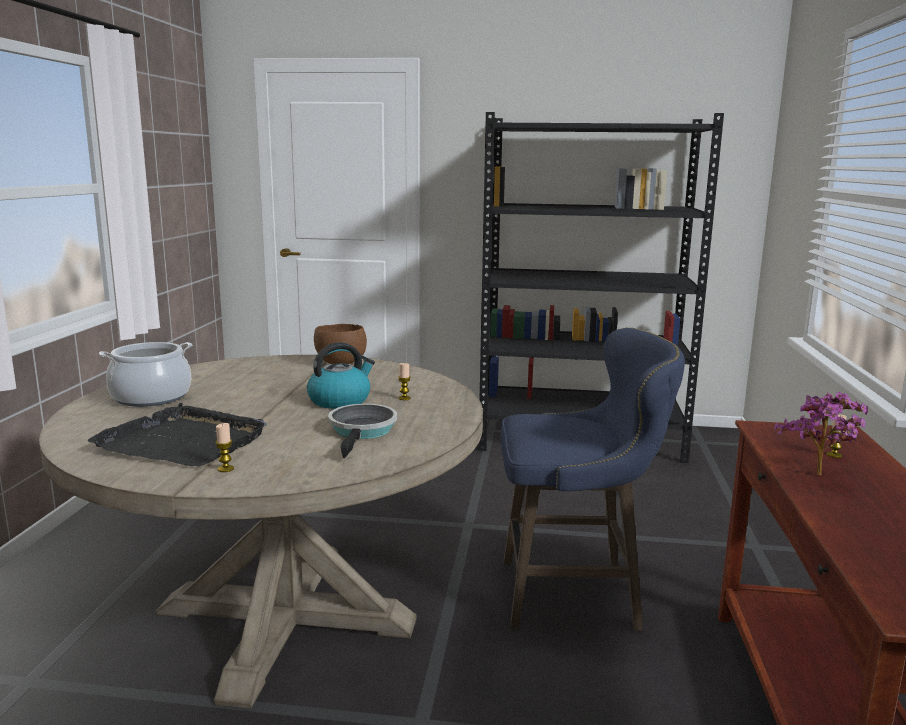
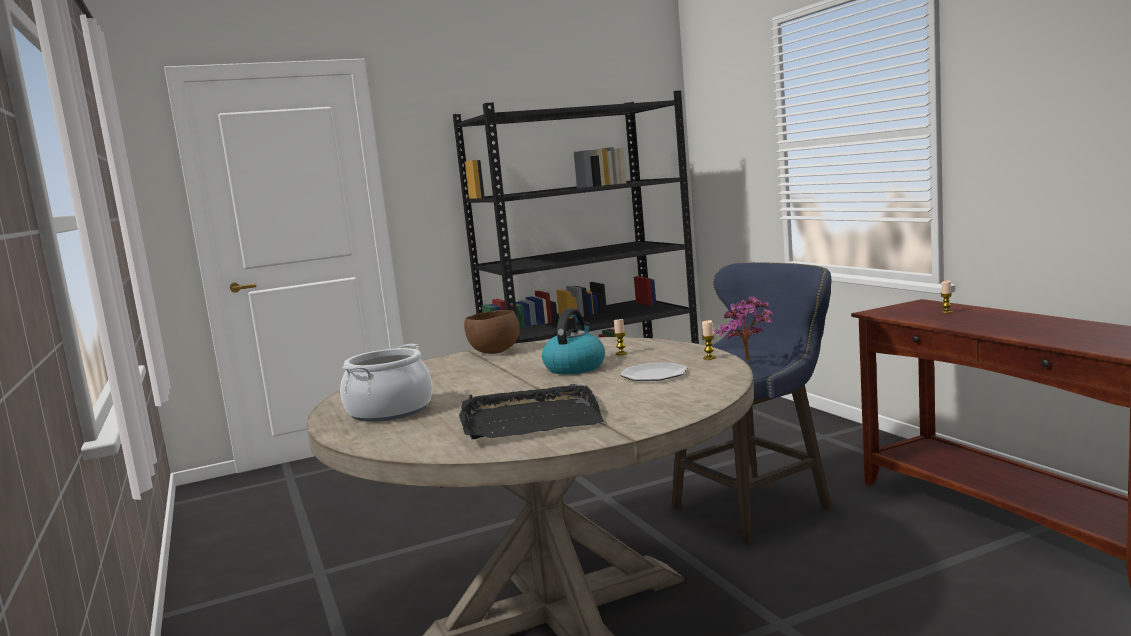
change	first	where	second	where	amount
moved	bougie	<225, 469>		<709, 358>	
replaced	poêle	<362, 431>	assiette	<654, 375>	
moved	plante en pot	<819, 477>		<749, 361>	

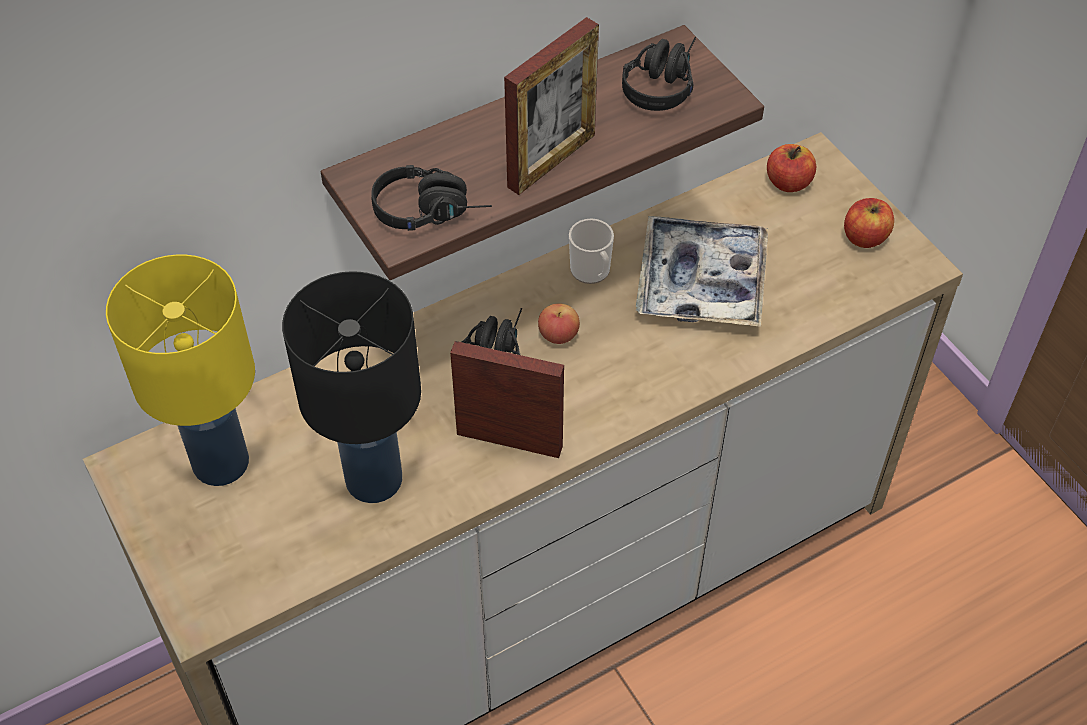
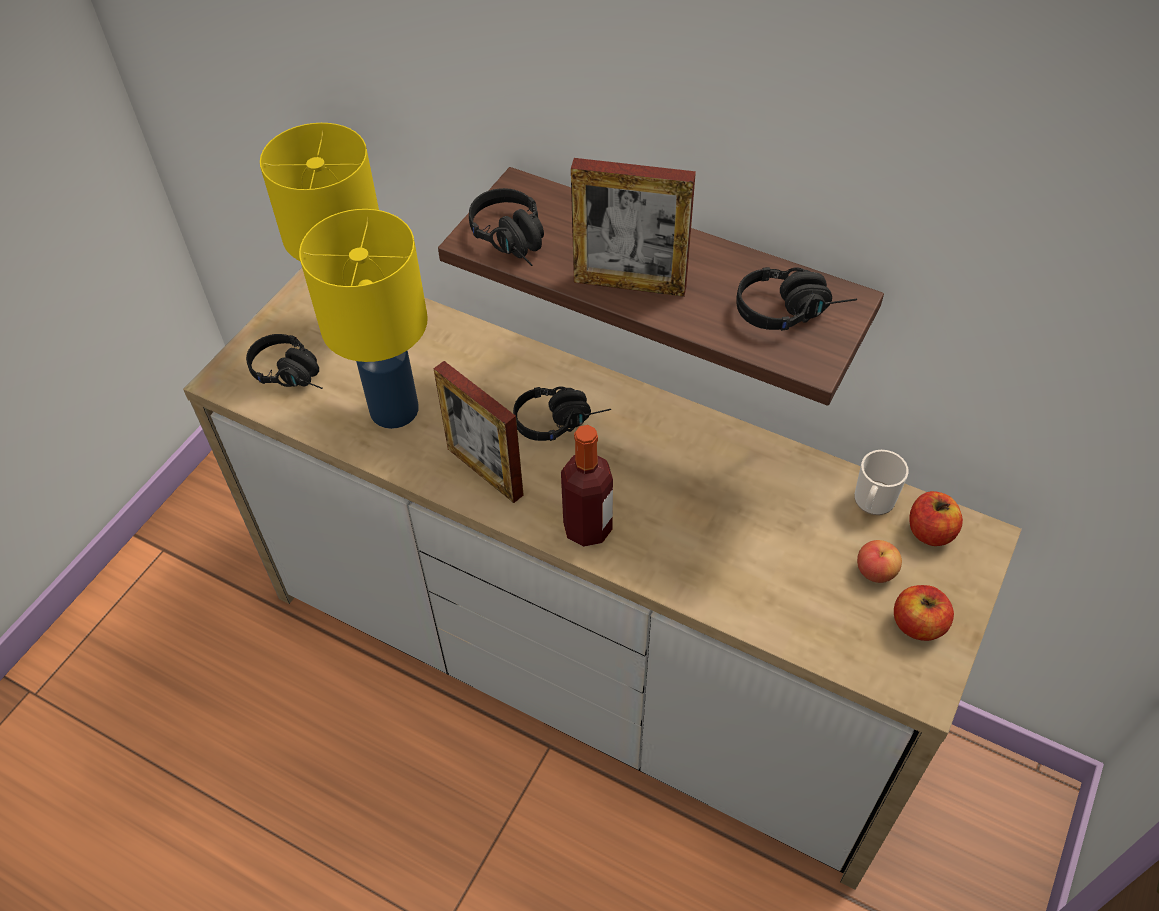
change	first	where	second	where	amount
recoloured	lampe de table/noir	<374, 481>	lampe de table/jaune	<393, 411>	
turned	cadre photo	<509, 440>		<485, 471>	150 degrees clockwise
moved	pomme	<558, 335>		<875, 571>	
moved	mug	<592, 272>		<872, 502>	
removed	plateau	<701, 281>			
added			casque audio/noir	<294, 375>	
added			bouteille	<587, 528>	

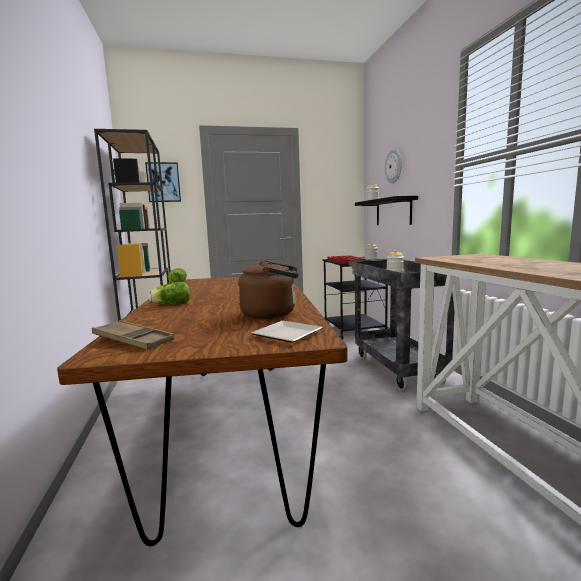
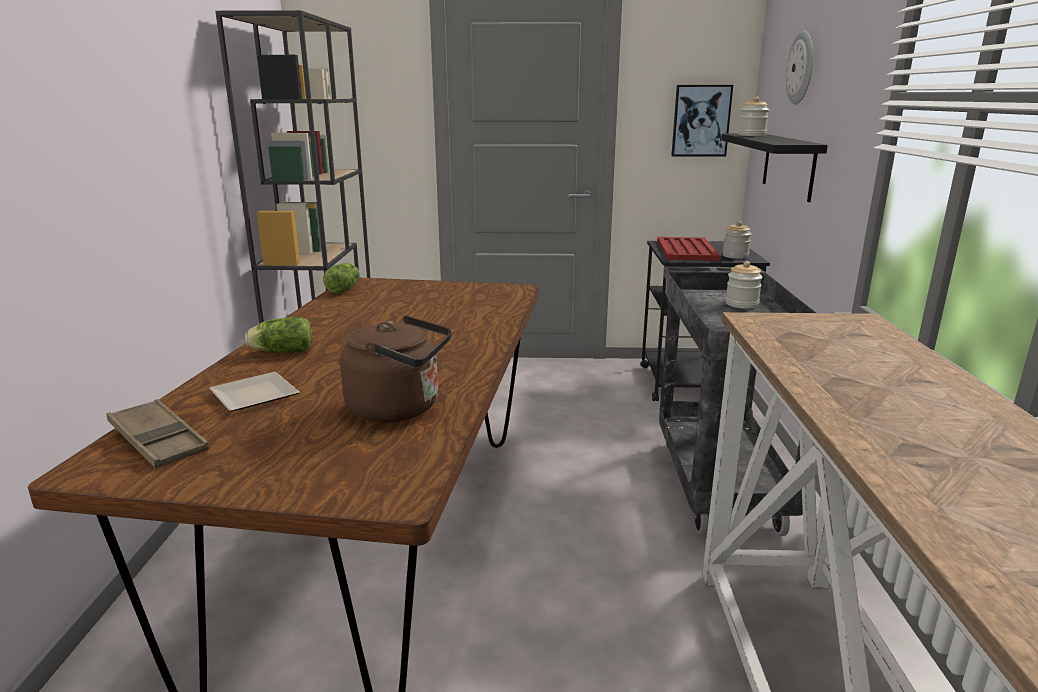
change	first	where	second	where	amount
moved	tableau	<163, 182>		<701, 121>	
moved	assiette	<284, 335>		<251, 395>	

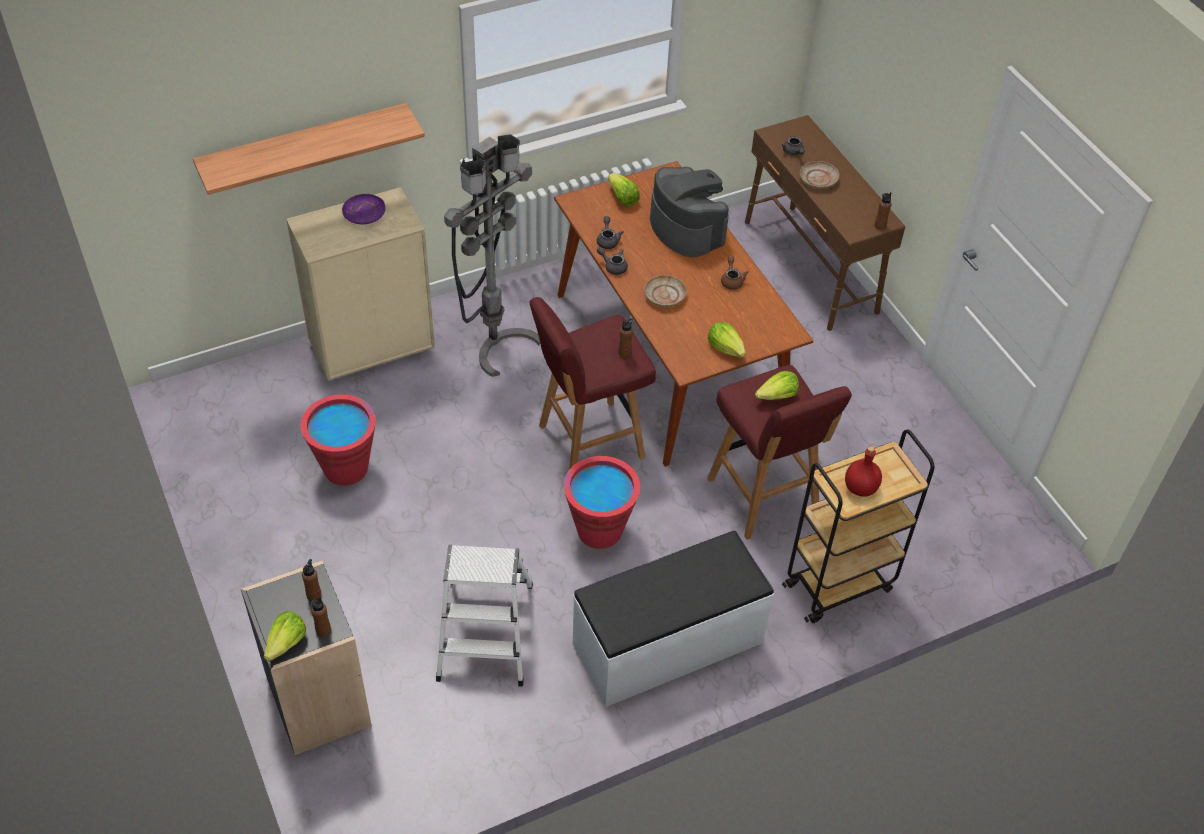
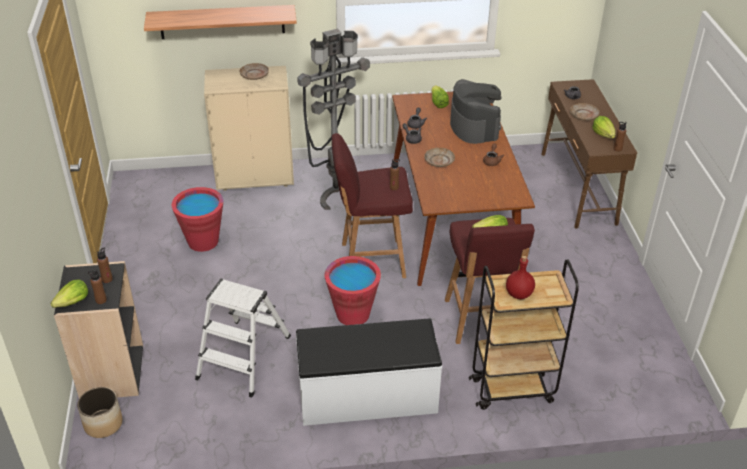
change	first	where	second	where	amount
recoloured	assiette/violet	<364, 214>	assiette/beige	<254, 75>	
moved	laitue	<726, 348>		<603, 134>	
added			cache-pot	<103, 424>	

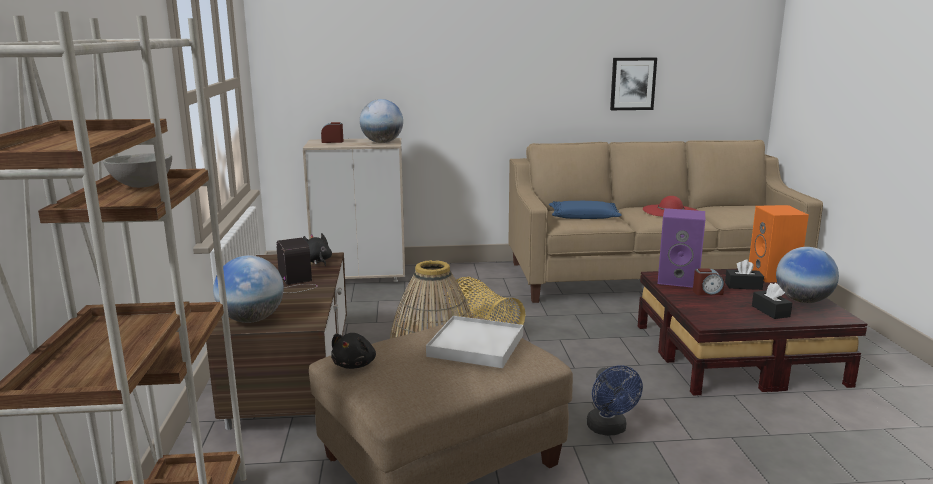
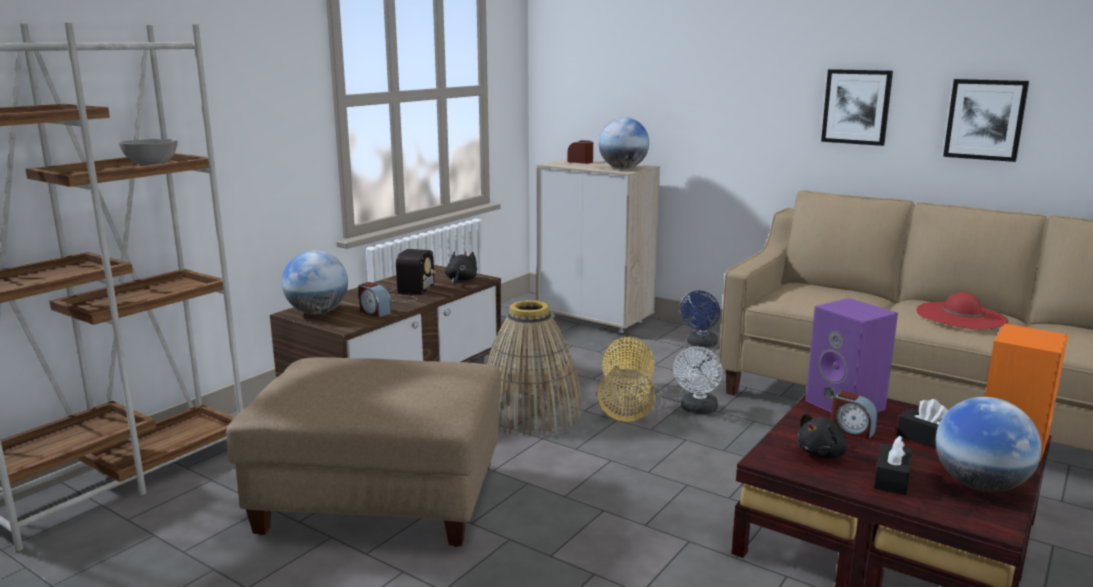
change	first	where	second	where	amount
moved	peluche/noir	<355, 364>		<822, 454>	
removed	plateau/blanc	<476, 345>			
removed	coussin/bleu	<584, 215>			
moved	ventilateur/bleu	<609, 429>		<700, 344>	
added			réveil	<374, 312>	
added			ventilateur/blanc	<697, 410>	
added			tableau	<856, 107>	

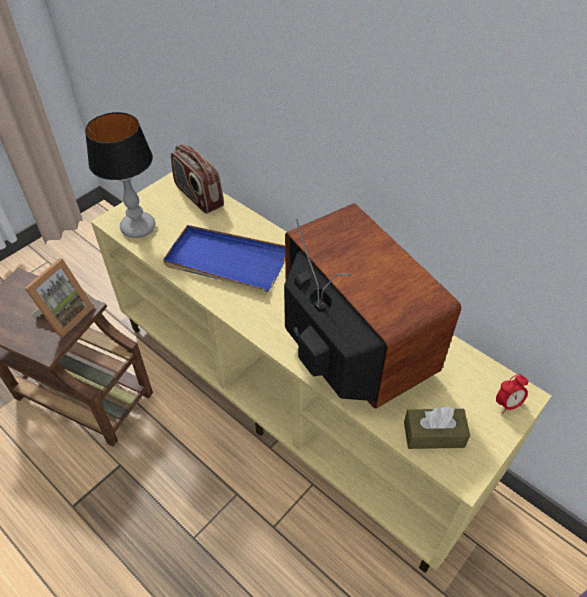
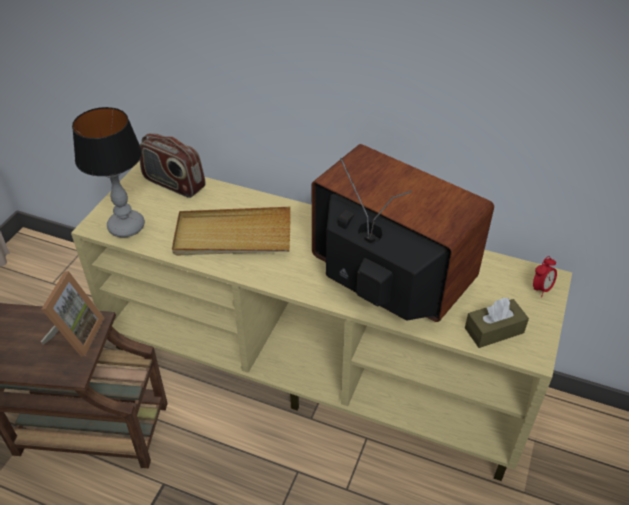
change	first	where	second	where	amount
recoloured	plateau/bleu	<226, 261>	plateau/beige	<233, 236>	

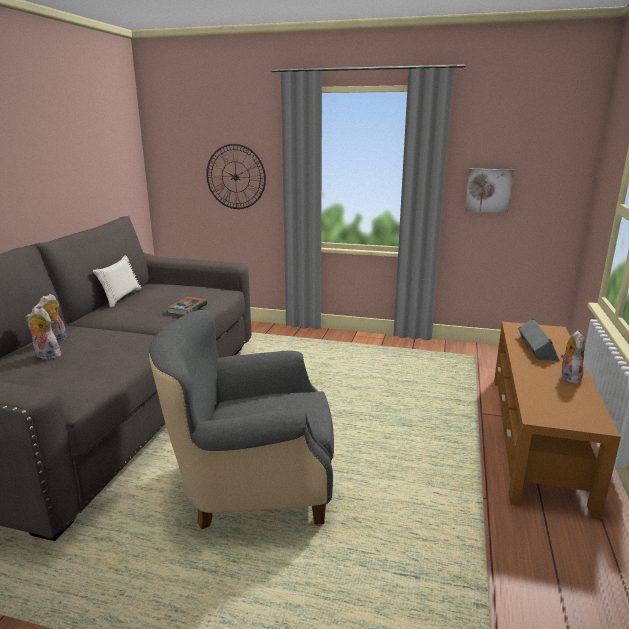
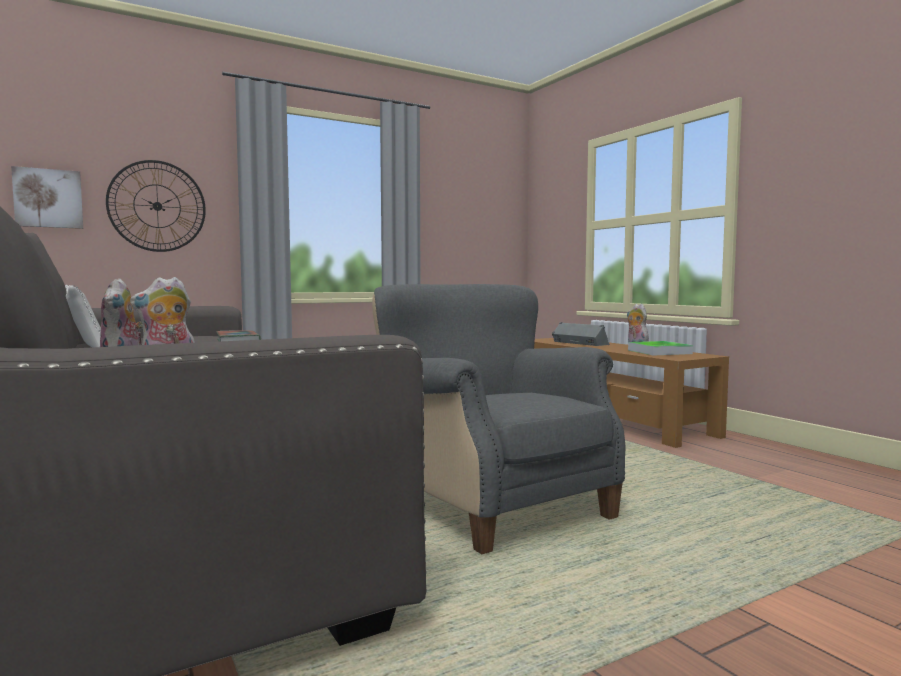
change	first	where	second	where	amount
turned	fauteuil/gris	<252, 485>		<493, 504>	105 degrees clockwise
moved	tableau	<488, 190>		<48, 198>	
added			plateau	<659, 352>	

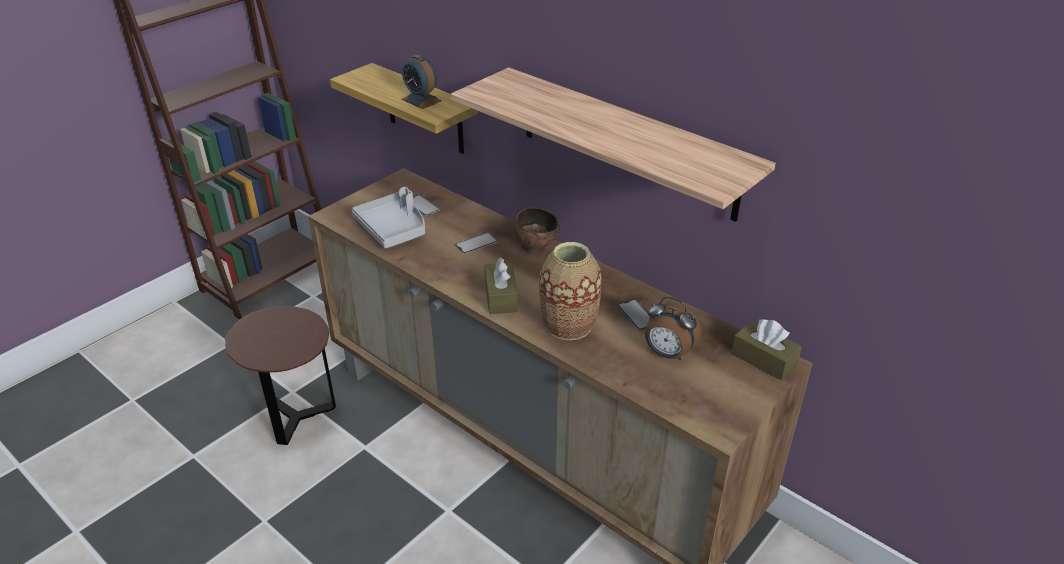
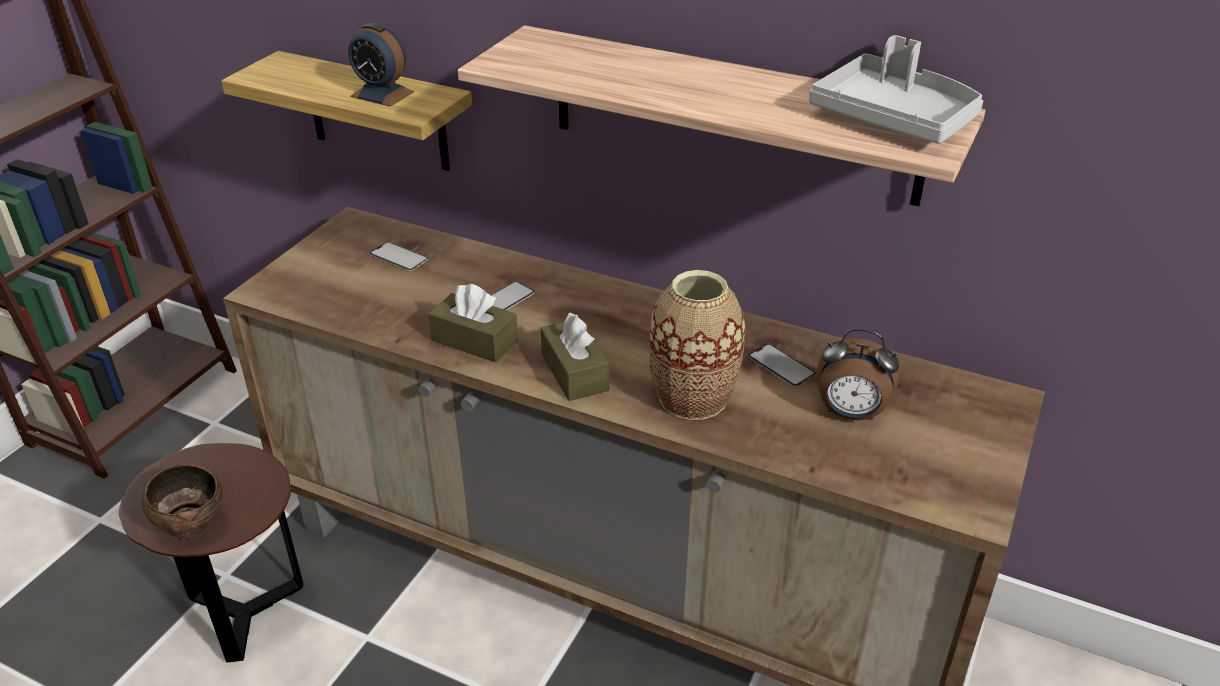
change	first	where	second	where	amount
moved	plateau/gris	<393, 229>		<894, 118>	
moved	bol/marron	<536, 249>		<193, 527>	
moved	boîte à mouchoirs/marron	<764, 359>		<474, 340>	

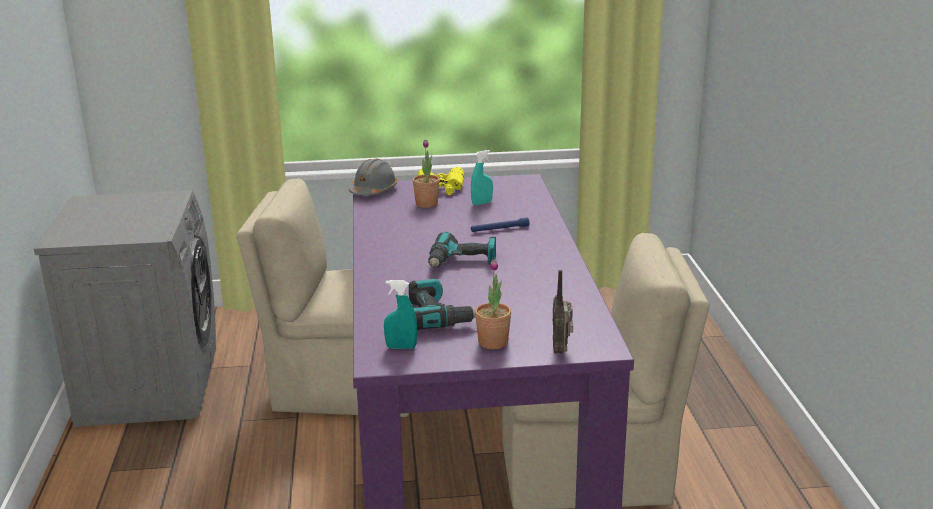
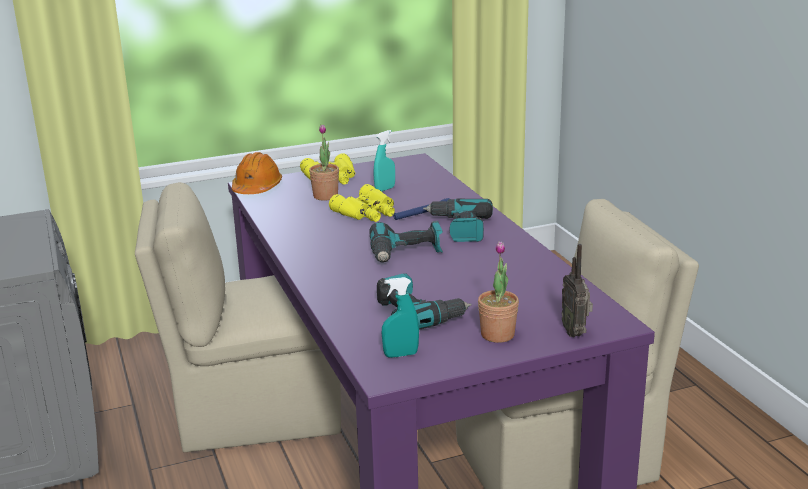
change	first	where	second	where	amount
recoloured	casque de chantier/gris	<373, 190>	casque de chantier/orange	<257, 188>	
added			jumelles/jaune	<367, 212>	
added			perceuse	<459, 228>	

